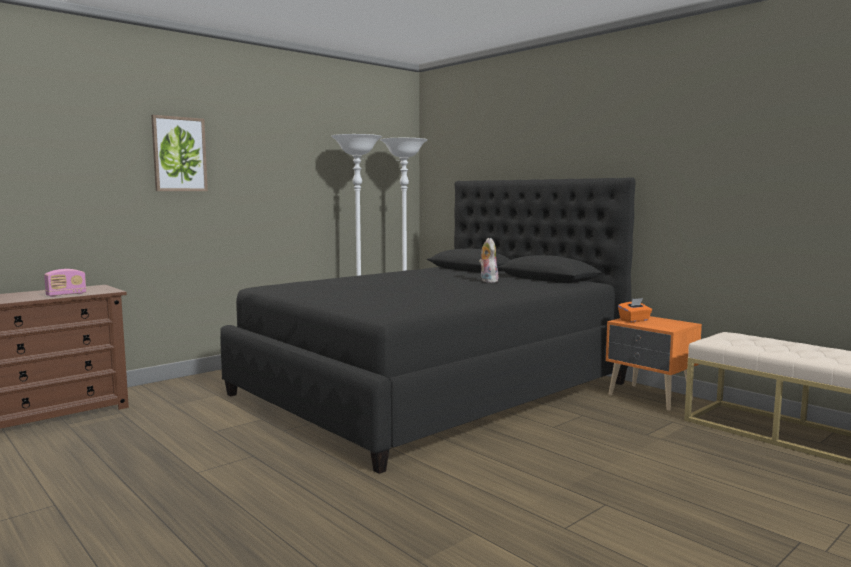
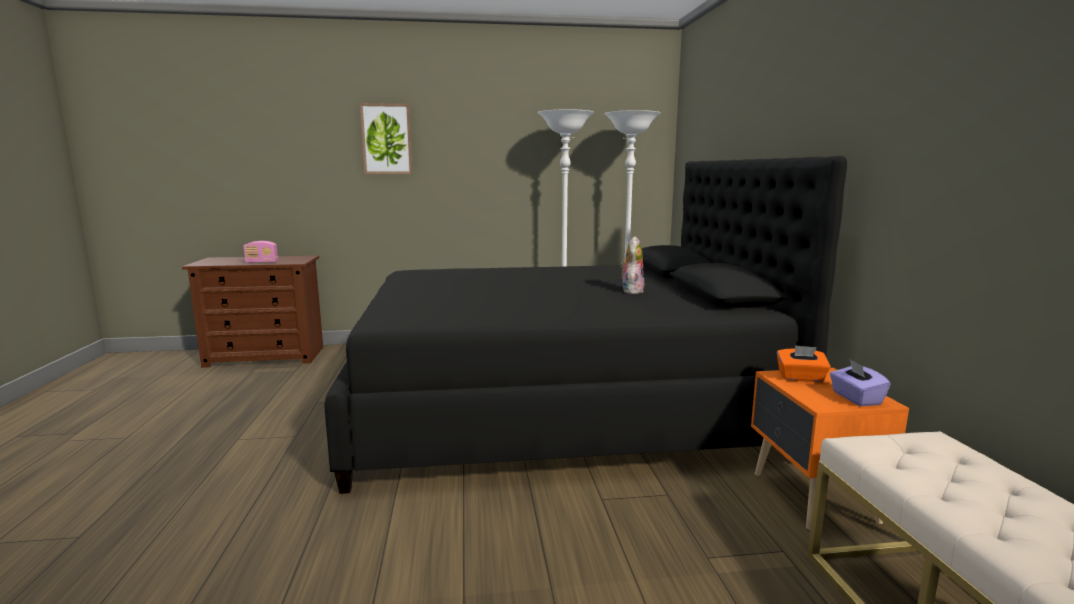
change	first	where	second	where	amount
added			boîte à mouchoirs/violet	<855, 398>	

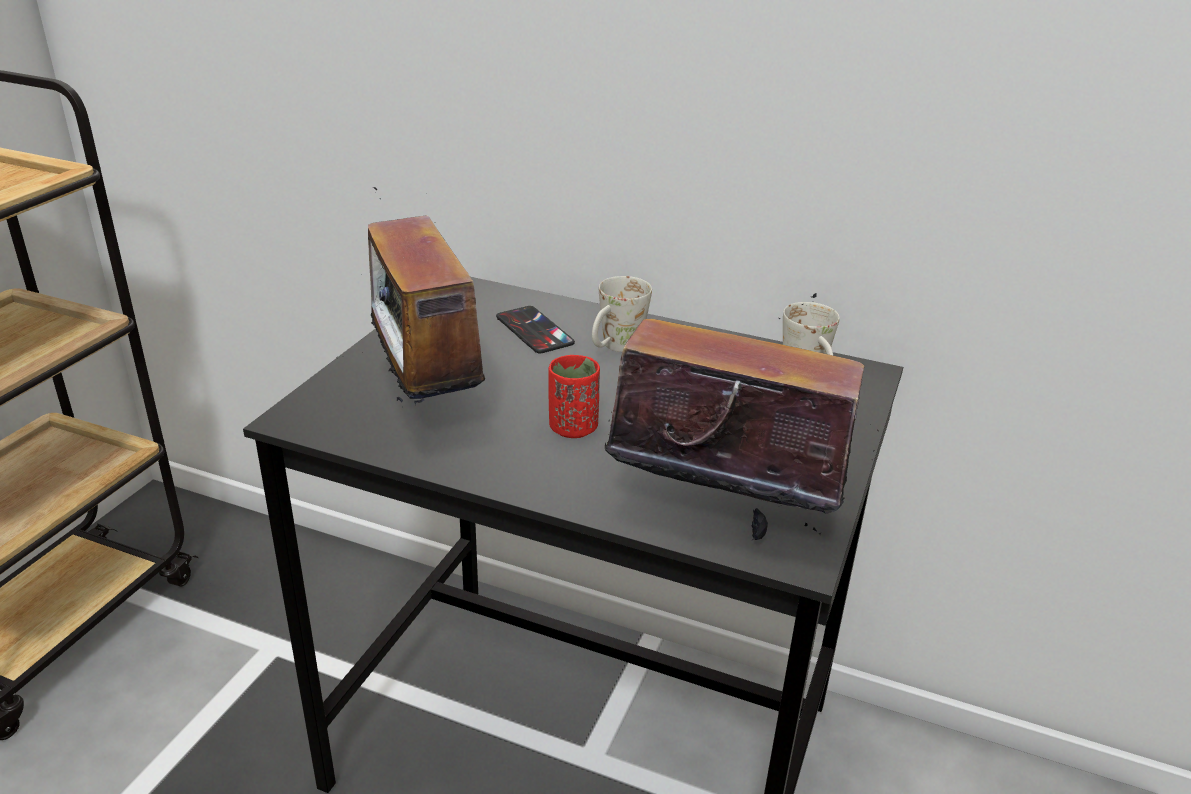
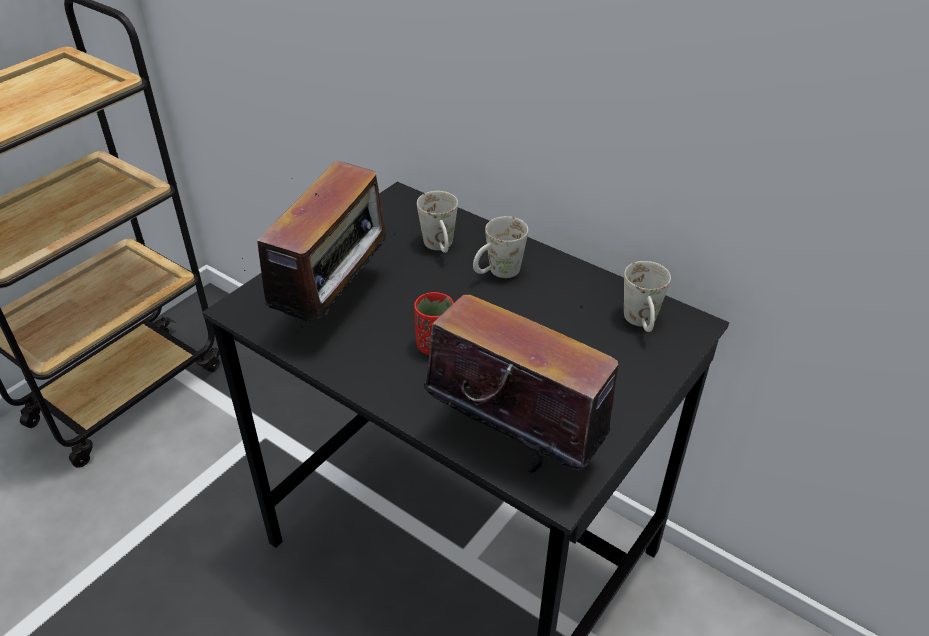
change	first	where	second	where	amount
turned	radio	<425, 399>		<336, 303>	150 degrees counterclockwise
replaced	téléphone	<534, 330>	mug/blanc	<440, 247>	

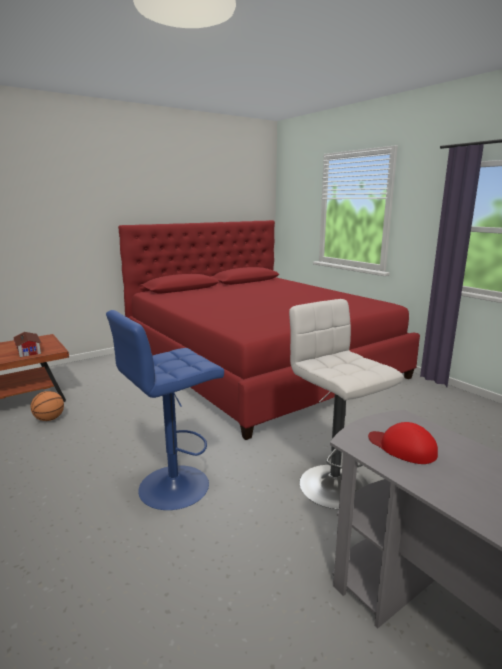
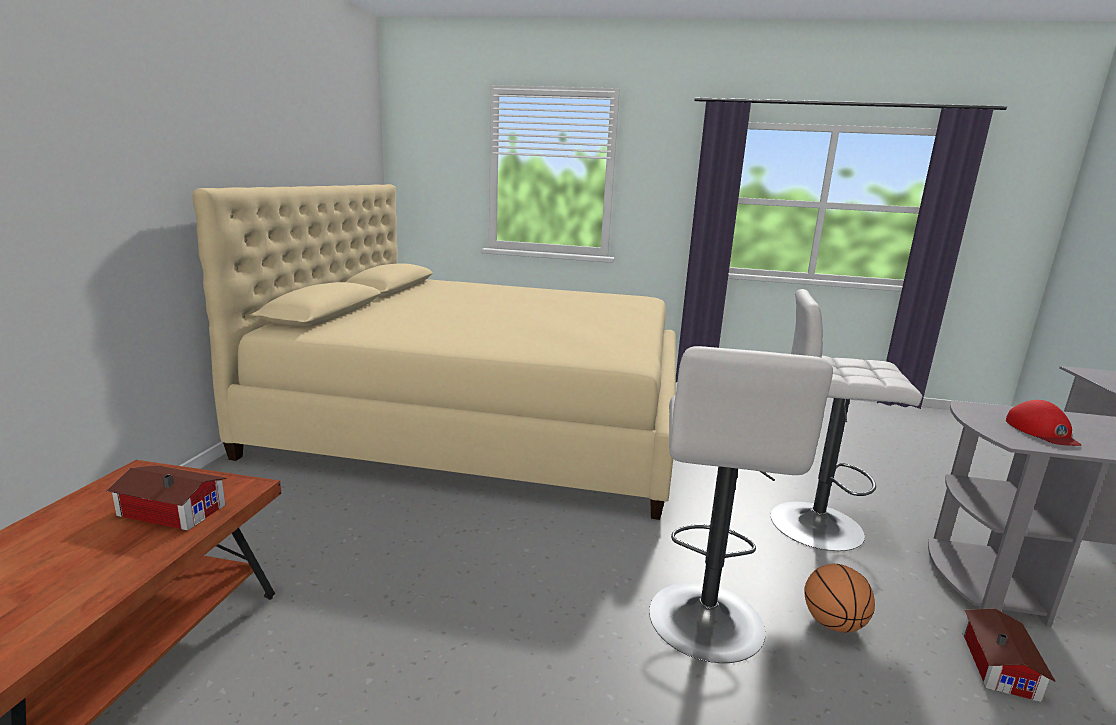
change	first	where	second	where	amount
moved	ballon de basket	<49, 419>		<832, 624>	
recoloured	tabouret/bleu	<173, 486>	tabouret/blanc	<704, 621>	
recoloured	lit/rouge	<260, 363>	lit/beige	<486, 416>	
turned	casquette/rouge	<402, 447>		<1042, 431>	90 degrees counterclockwise
added			maison miniature	<1000, 664>	

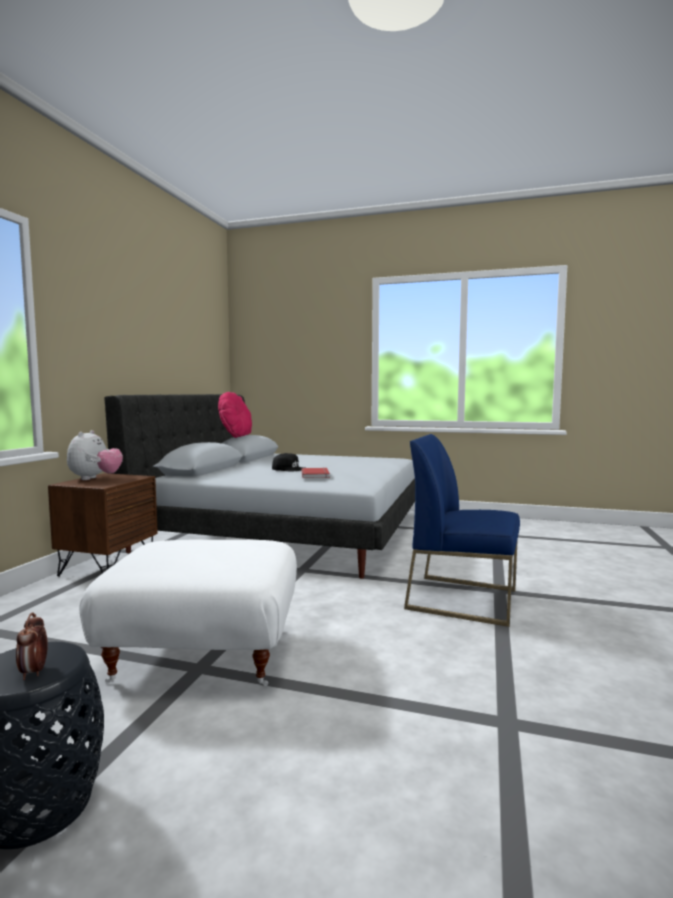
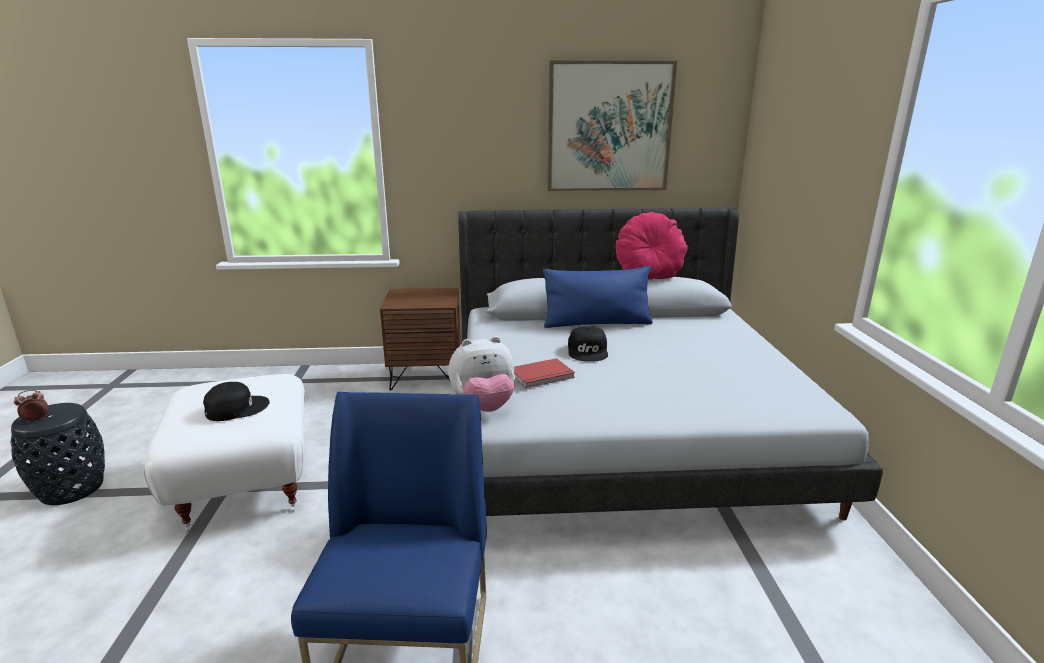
change	first	where	second	where	amount
moved	peluche	<95, 478>		<484, 406>	
added			casquette/noir	<236, 408>	
added			coussin/bleu	<597, 323>	
added			tableau	<609, 127>	

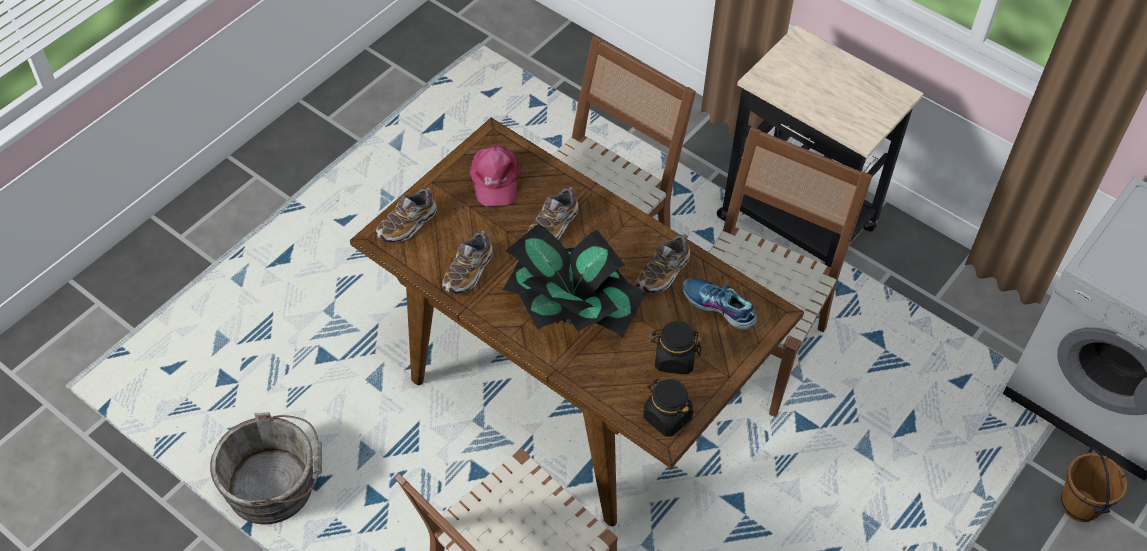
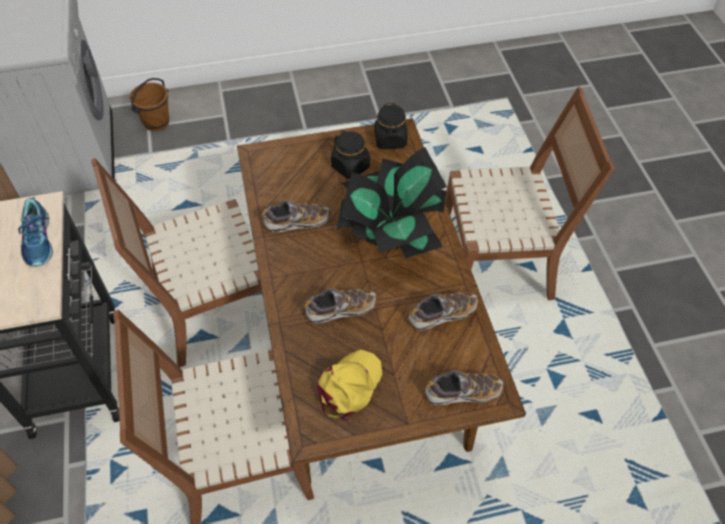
change	first	where	second	where	amount
removed	seau/gris	<276, 486>			
recoloured	casquette/rose	<495, 179>	casquette/jaune	<349, 386>	
moved	chaussure	<718, 308>		<39, 240>	

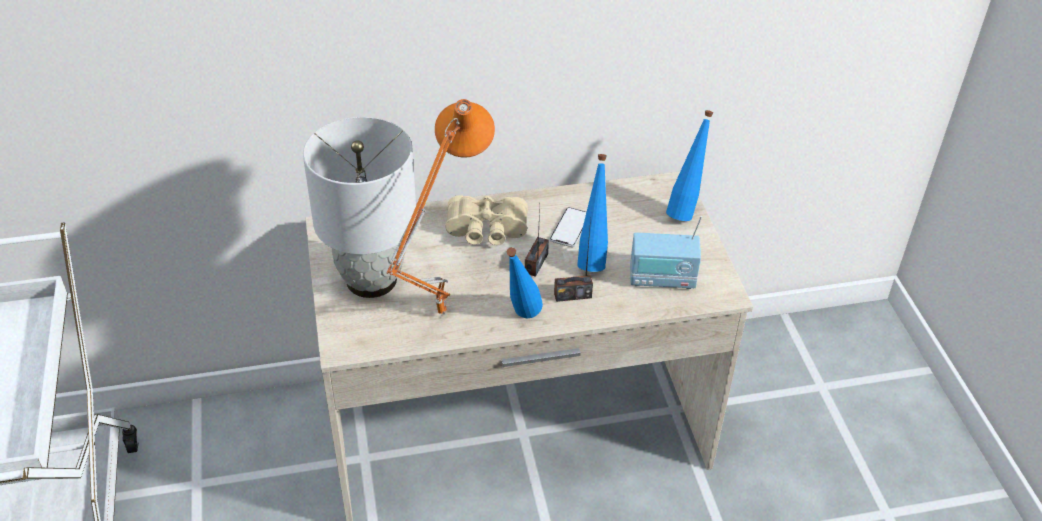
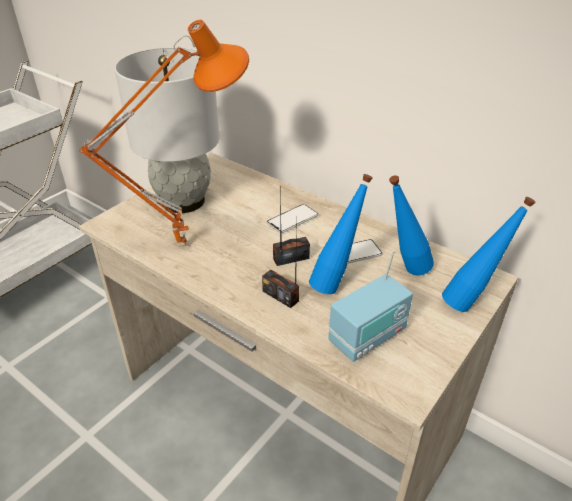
change	first	where	second	where	amount
replaced	jumelles/beige	<486, 231>	téléphone	<292, 219>	
moved	bouteille/bleu	<521, 320>		<403, 271>	
turned	radio	<662, 279>		<368, 337>	90 degrees counterclockwise

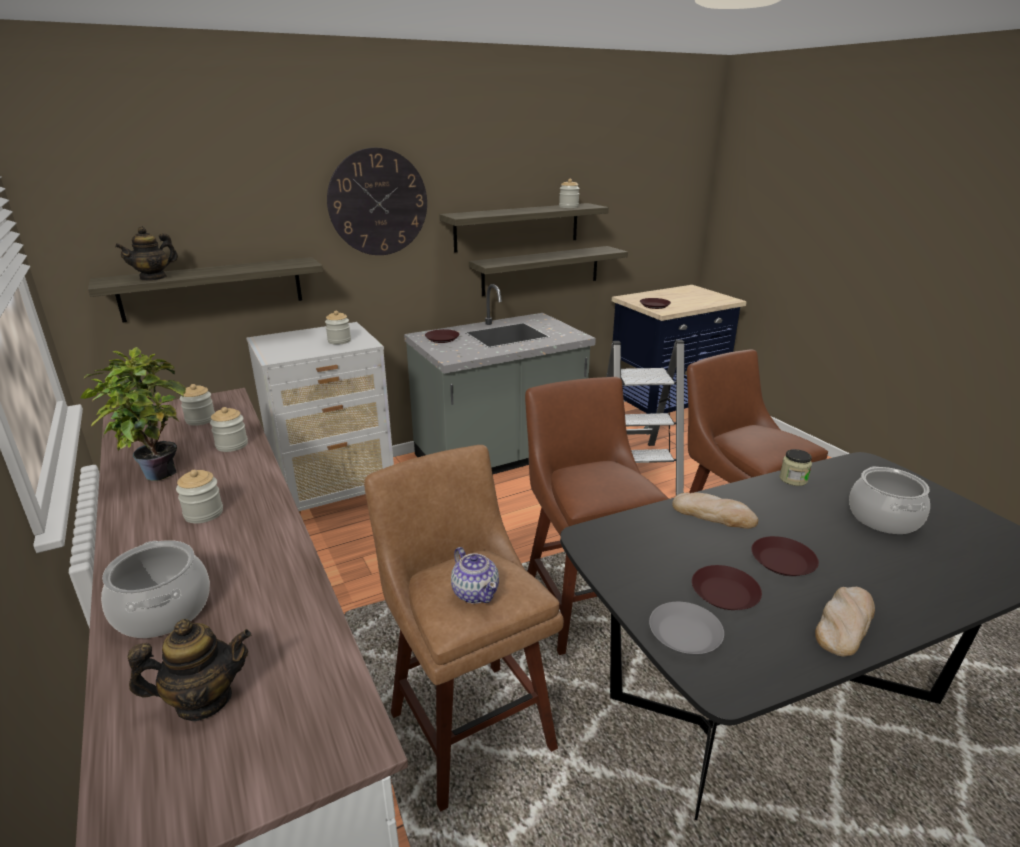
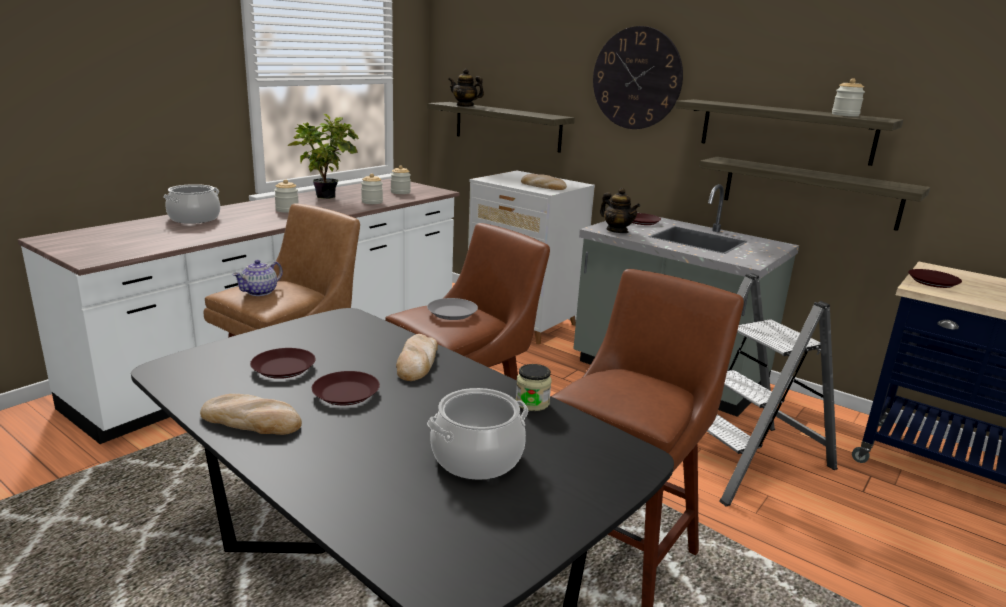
change	first	where	second	where	amount
moved	théière	<203, 700>		<617, 231>	
replaced	bocal	<339, 341>	pain	<542, 186>	
moved	assiette/gris	<684, 633>		<452, 313>	

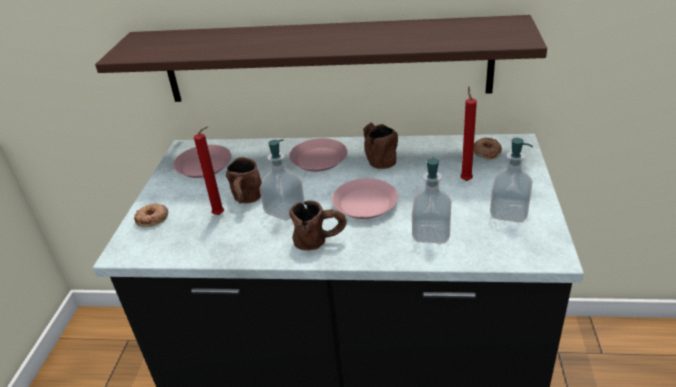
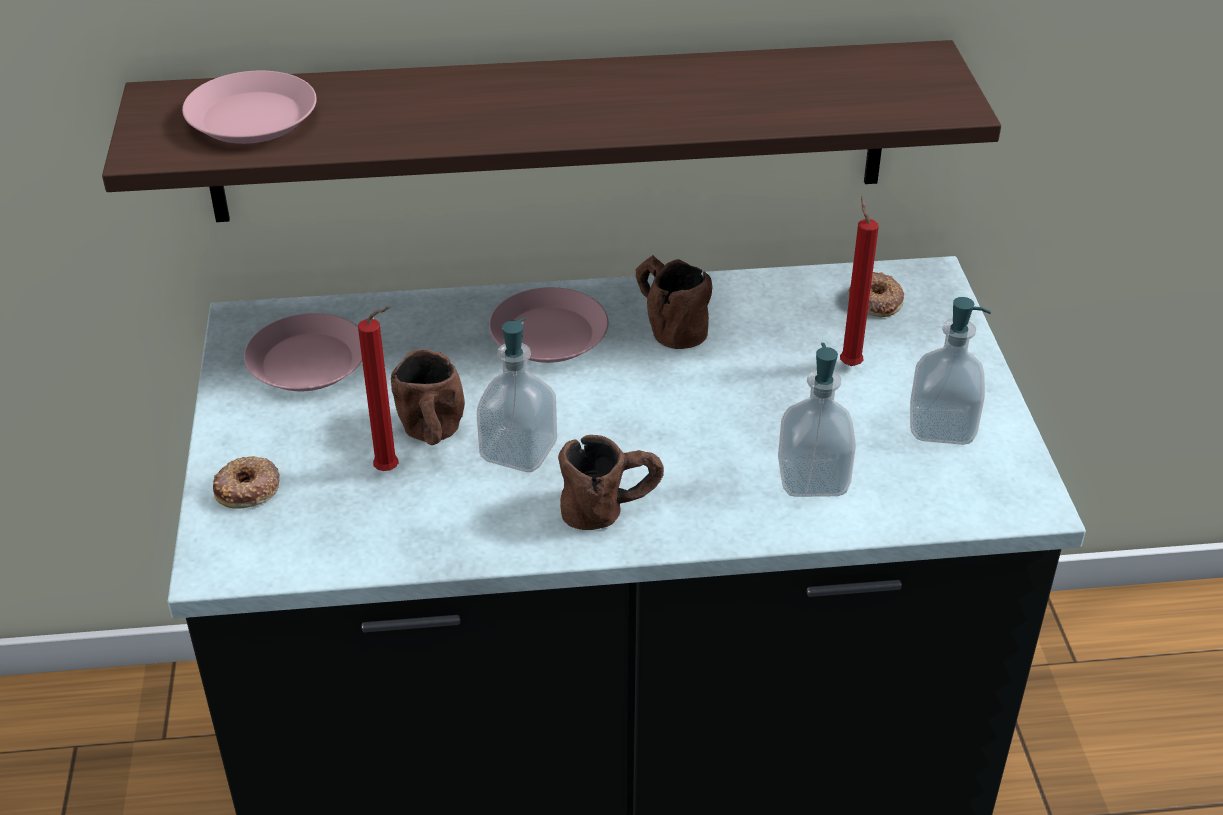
change	first	where	second	where	amount
moved	assiette/rose	<365, 203>		<252, 118>	

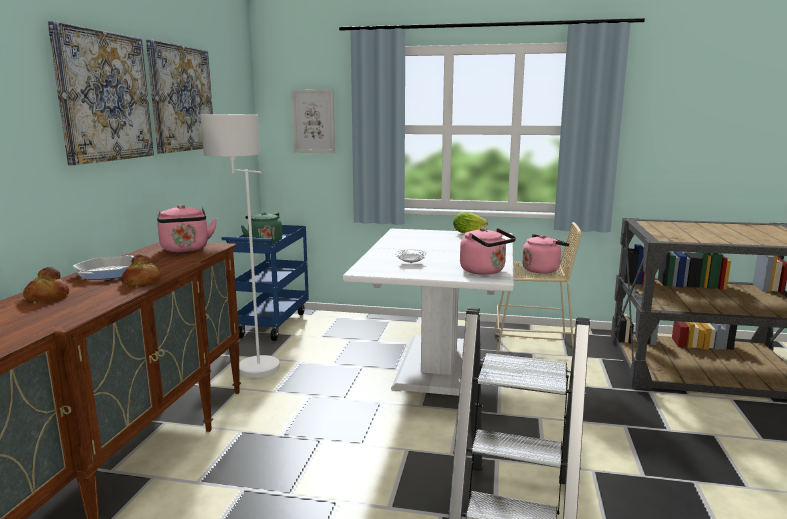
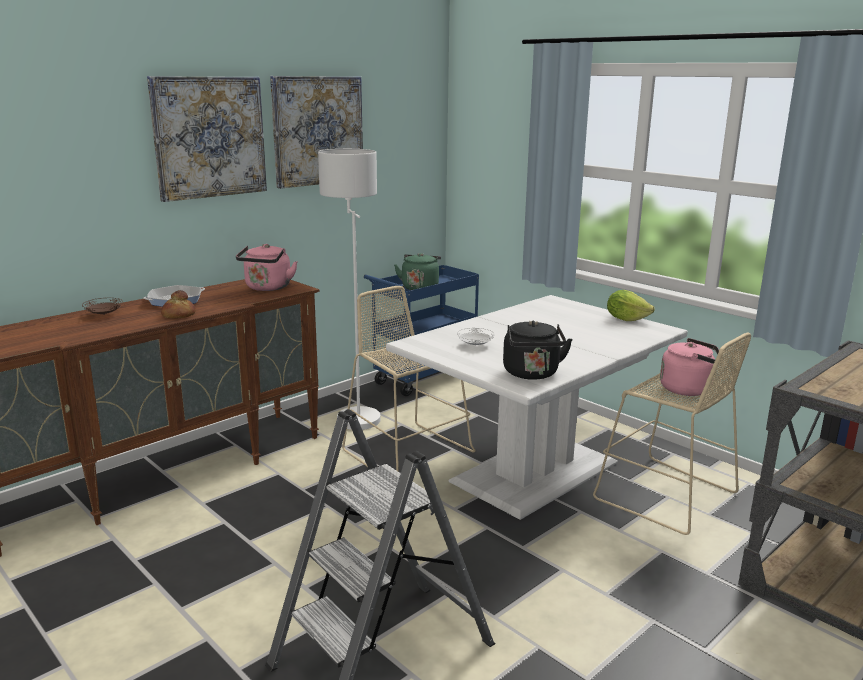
change	first	where	second	where	amount
replaced	pain	<46, 297>	assiette/marron	<103, 315>	
removed	tableau	<313, 121>			
recoloured	bouilloire/rose	<485, 271>	bouilloire/noir	<532, 374>	
added			tabouret/beige	<408, 453>	

